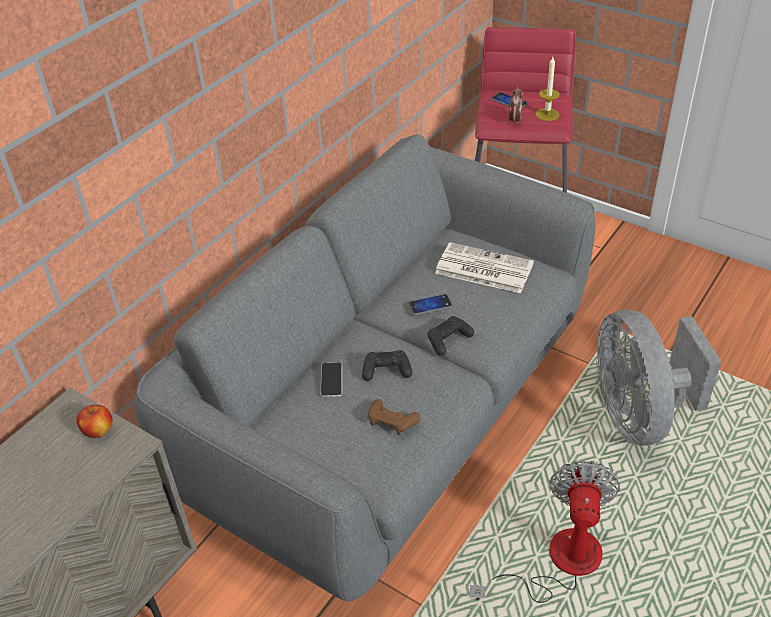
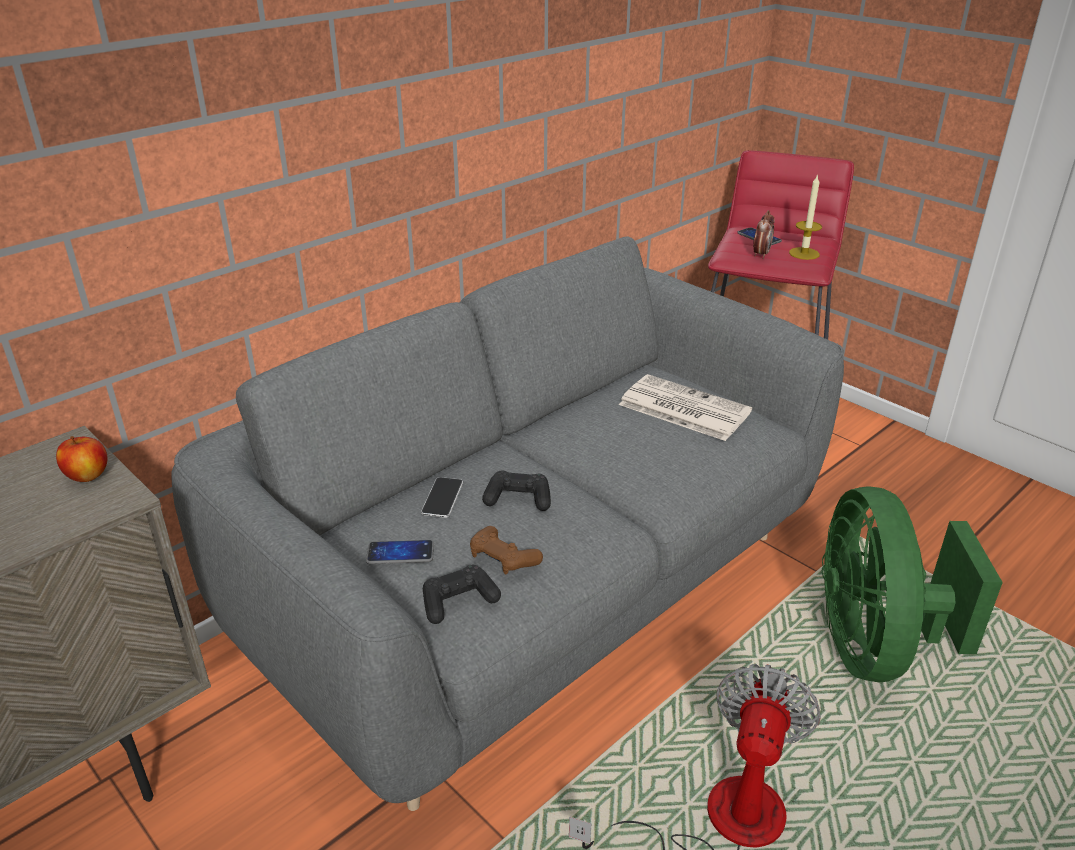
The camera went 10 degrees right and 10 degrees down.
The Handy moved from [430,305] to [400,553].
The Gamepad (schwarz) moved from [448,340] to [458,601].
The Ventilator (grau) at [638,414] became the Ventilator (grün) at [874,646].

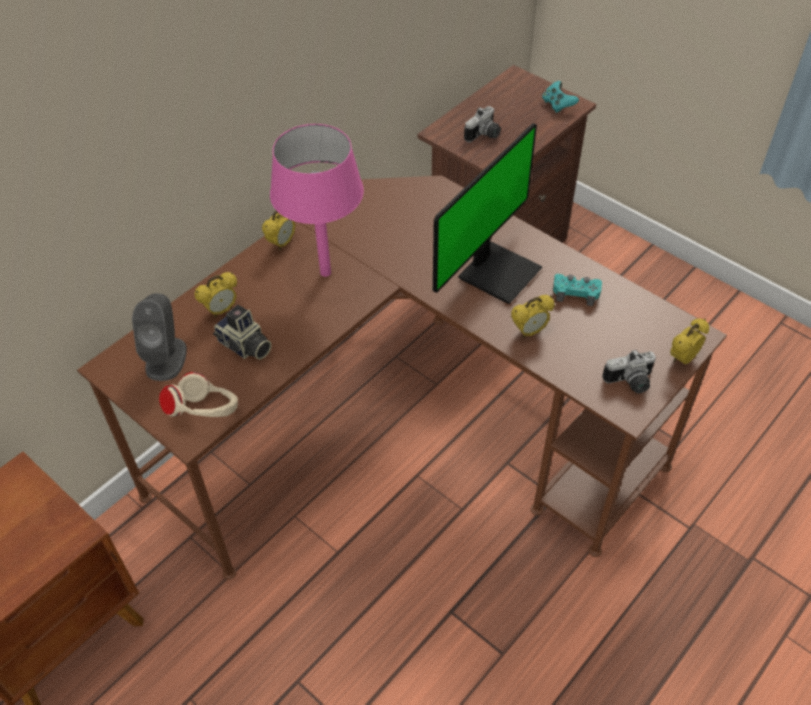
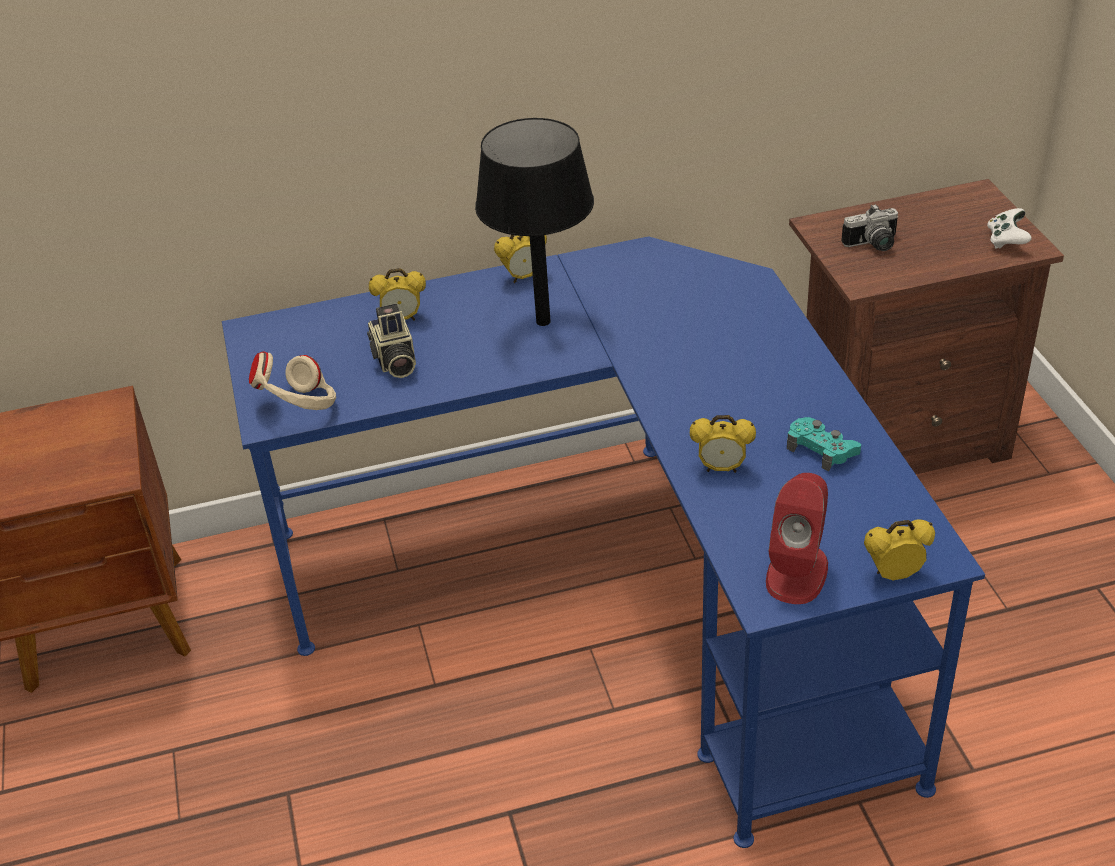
The camera went 35 degrees right and 10 degrees down.
The Lautsprecher (grau) at [166,358] disappeared.
The Monitor at [497,271] disappeared.
The Kamera at [630,383] was replaced by the Lautsprecher (rot) at [797,572].
The Schreibtisch (braun) at [404,431] became the Schreibtisch (blau) at [612,593].
The Tischlampe (rosa) at [325,272] became the Tischlampe (schwarz) at [543,321].
The Gamepad (türkis) at [557,105] became the Gamepad (weiß) at [1006,240].

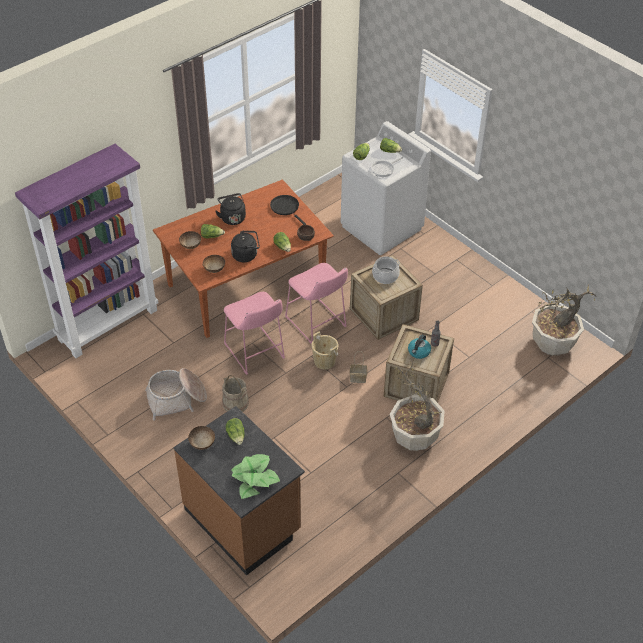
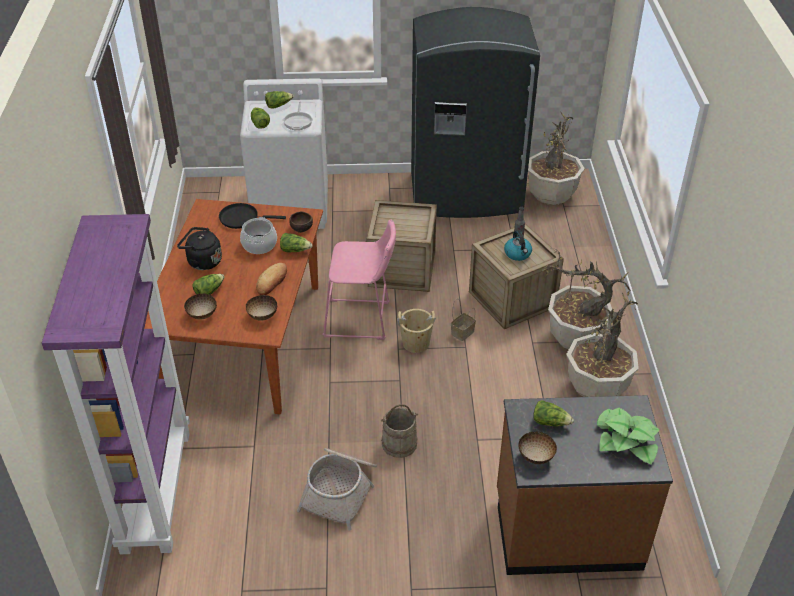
The camera went 50 degrees left and 5 degrees down.
The Hocker (rosa) at [255,353] disappeared.
The Kühlschrank (grau) at [466,195] appeared.
The Topfpflanze at [597,388] appeared.
The Kochtopf moved from [385,276] to [259,245].
The Wasserkessel (schwarz) at [246,255] was replaced by the Brot at [272,281].

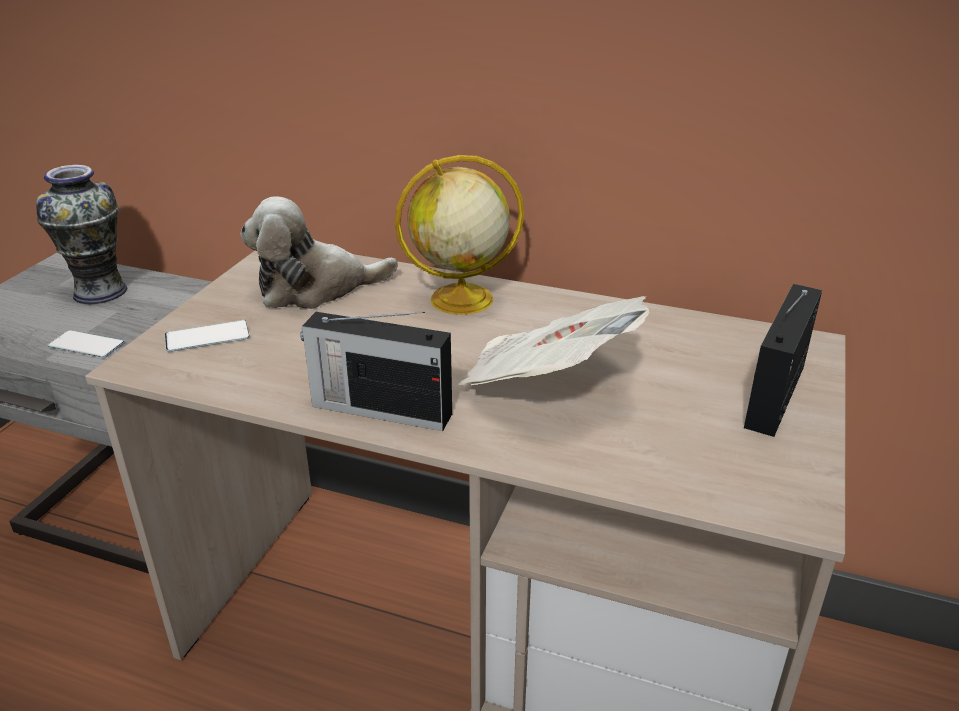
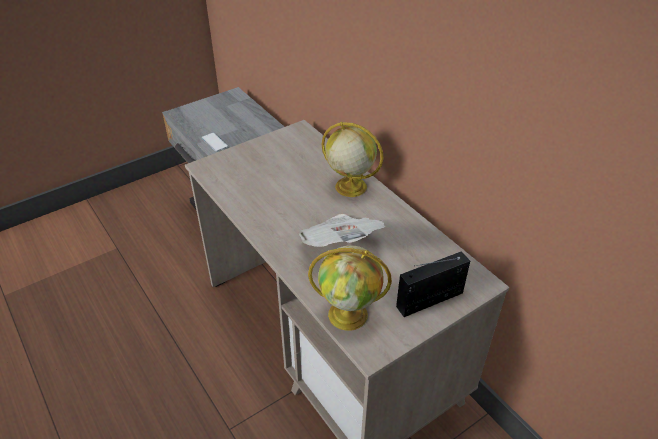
The camera went 35 degrees right and 10 degrees up.
The Vase at [100,292] disappeared.
The Handy at [207,336] disappeared.
The Plüschtier at [315,288] disappeared.
The Radio at [379,409] disappeared.
The Globus at [349,314] appeared.

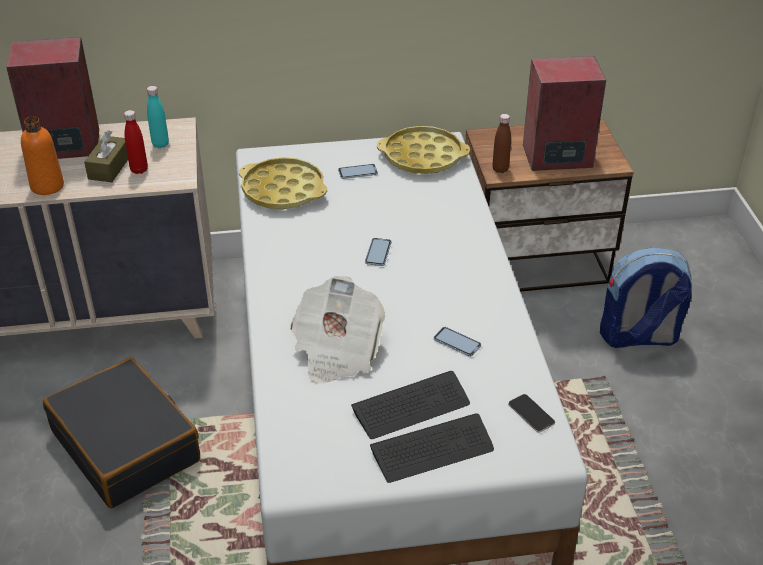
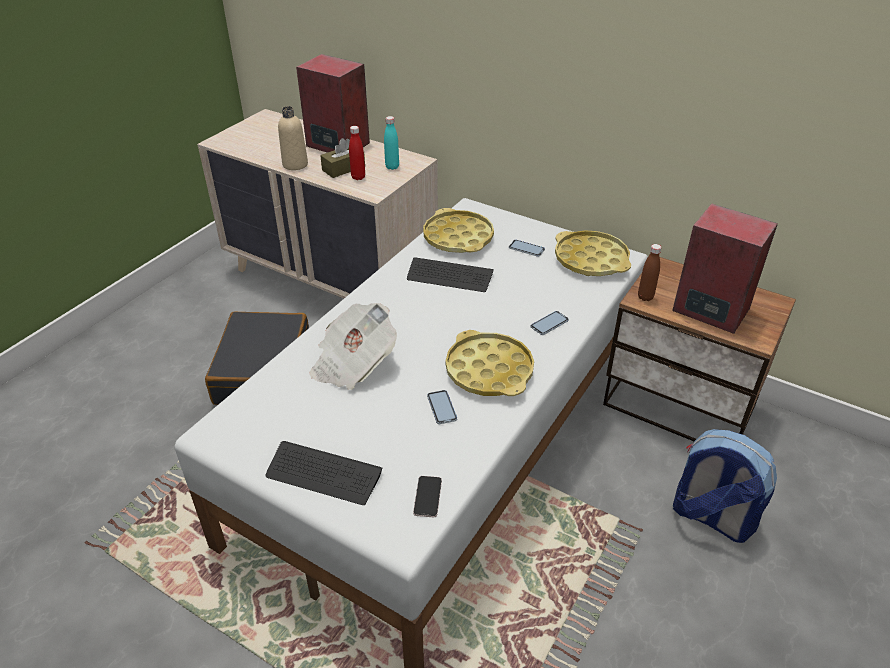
The camera went 40 degrees right and 0 degrees up.
The Tablett (gelb) at [489,370] appeared.
The Tastatur moved from [411,406] to [449,276].
The Handy moved from [378,253] to [549,324].
The Flasche (orange) at [47,186] became the Flasche (beige) at [295,164].

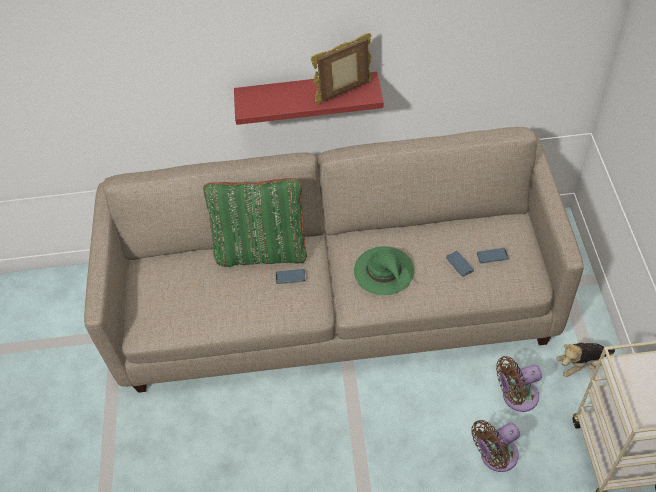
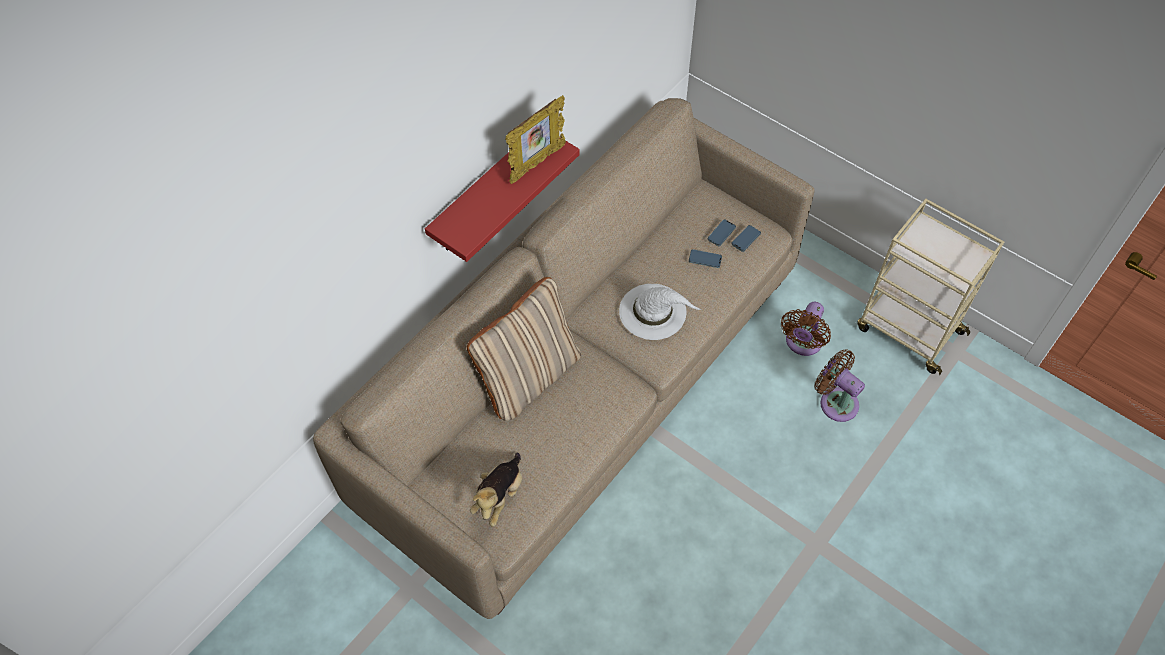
The camera went 50 degrees left and 5 degrees up.
The Handy moved from [290,277] to [745,239].
The Plüschtier moved from [582,364] to [499,496].
The Kissen (grün) at [262,250] became the Kissen (beige) at [528,377].
The Hut (grün) at [384,271] became the Hut (weiß) at [654,311].
The Bilderrahmen at [344,93] turned 150 degrees counterclockwise.
The Ventilator (braun) at [495,456] turned 120 degrees clockwise.

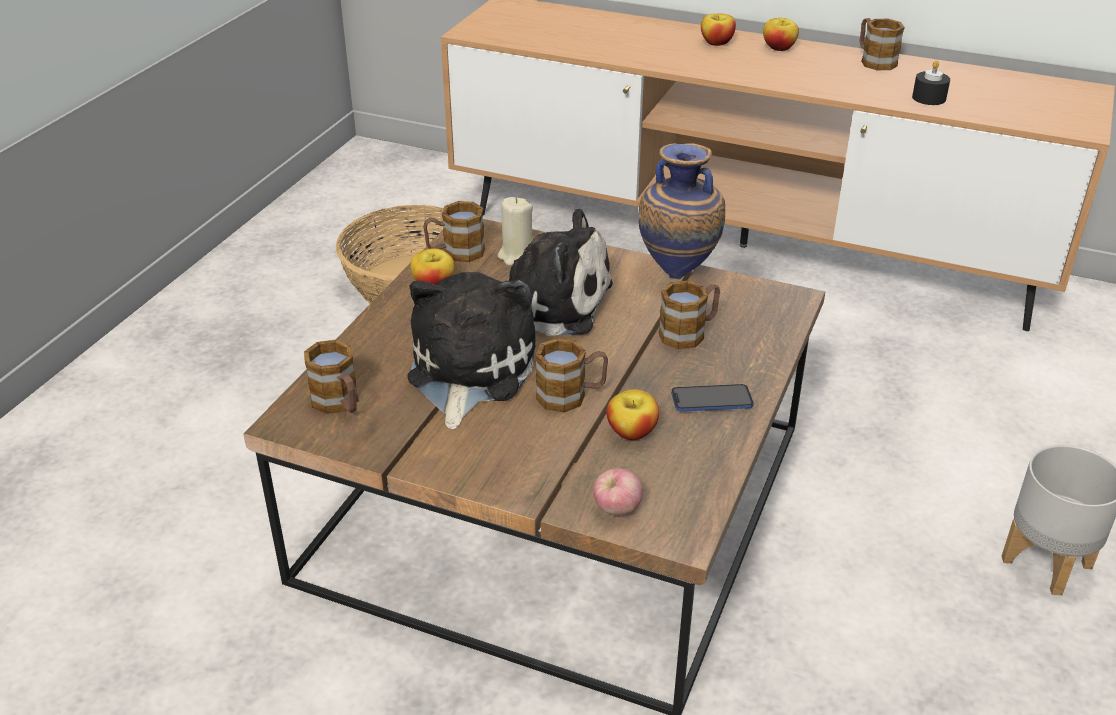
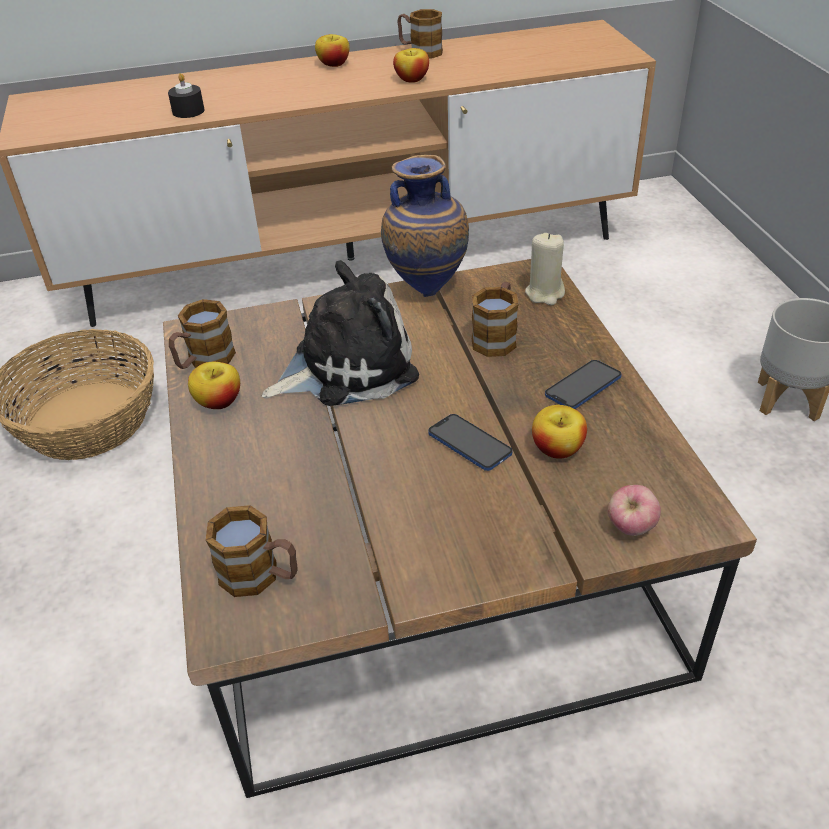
The camera went 35 degrees left and 5 degrees up.
The Plüschtier at [468,371] disappeared.
The Kerze (beige) moved from [517,255] to [545,293].
The Apfel moved from [716,42] to [412,79].
The Kerze (schwarz) moved from [929,98] to [188,111].
The Henkelbecher at [571,395] was replaced by the Handy at [469,444].

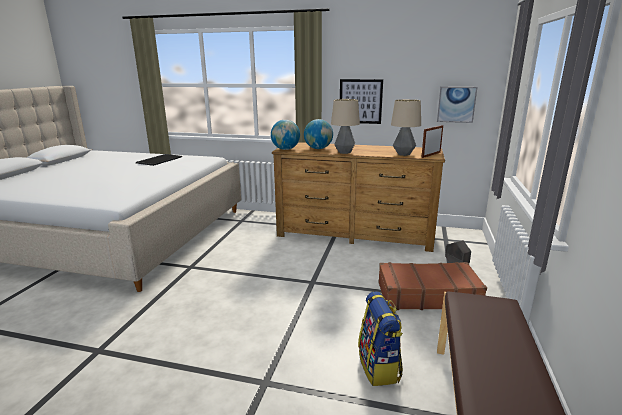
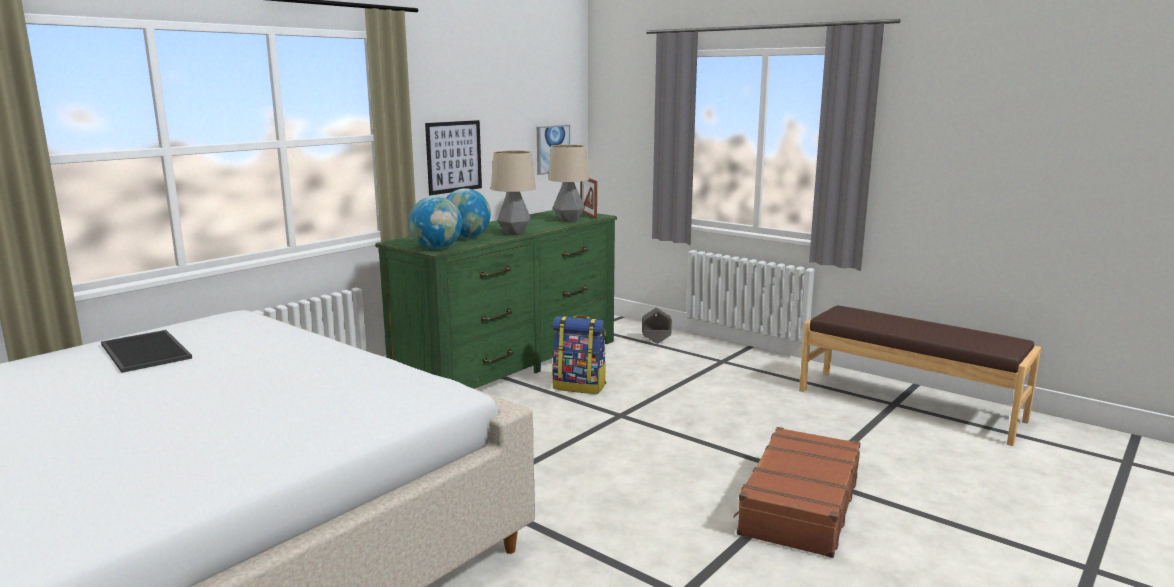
The camera went 65 degrees left and 5 degrees down.
The Rucksack moved from [379,367] to [580,386].
The Koffer (braun) moved from [427,295] to [799,505].
The Kommode (braun) at [355,234] became the Kommode (grün) at [510,363].

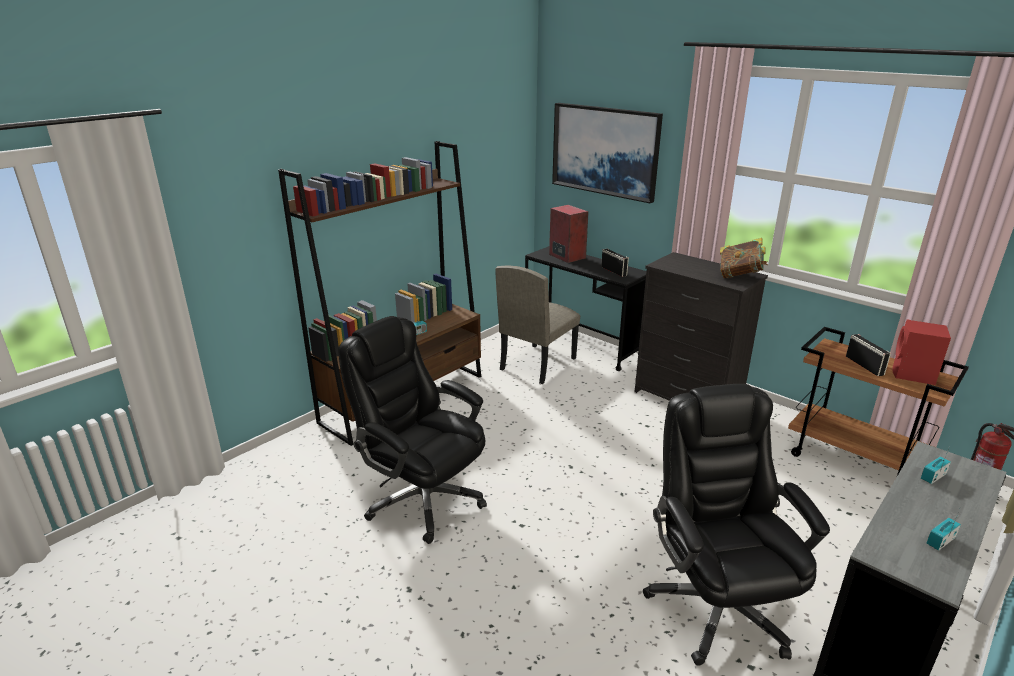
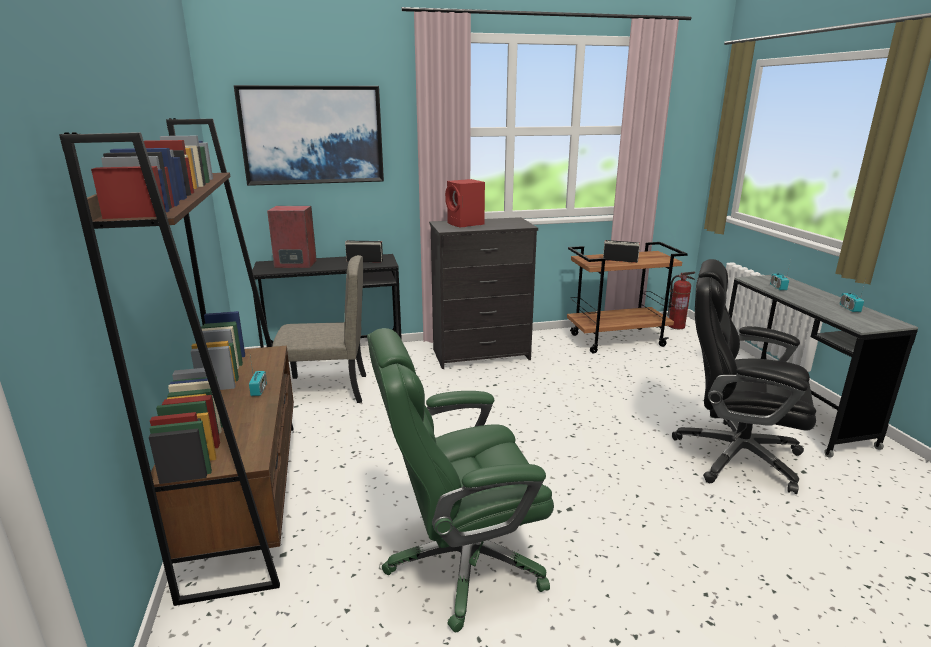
The camera went 55 degrees left and 5 degrees down.
The Buch at [740,276] disappeared.
The Lautsprecher (rot) moved from [913,375] to [466,224].
The Bürostuhl (schwarz) at [423,499] became the Bürostuhl (grün) at [462,562].
The Stuhl (beige) at [537,363] turned 75 degrees counterclockwise.

